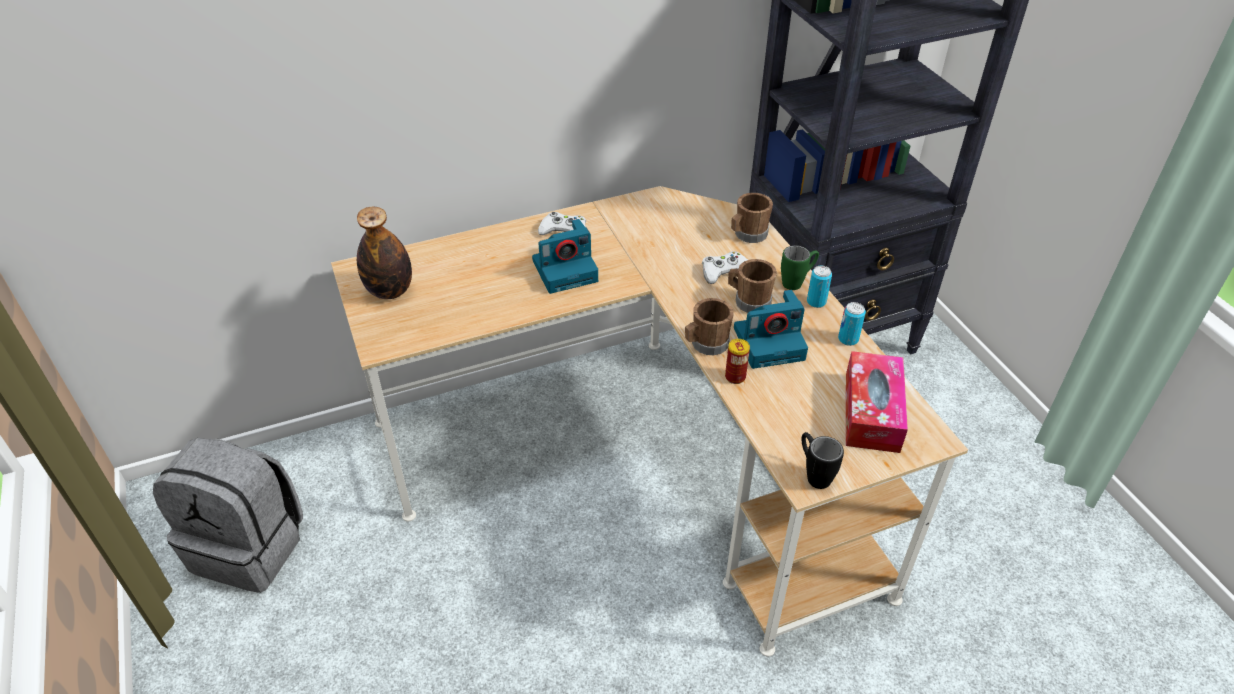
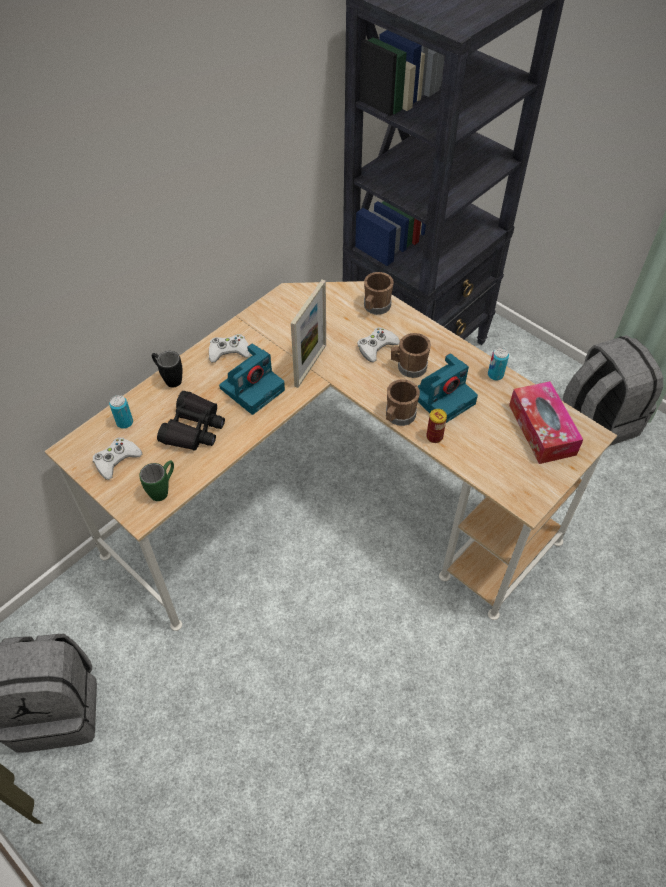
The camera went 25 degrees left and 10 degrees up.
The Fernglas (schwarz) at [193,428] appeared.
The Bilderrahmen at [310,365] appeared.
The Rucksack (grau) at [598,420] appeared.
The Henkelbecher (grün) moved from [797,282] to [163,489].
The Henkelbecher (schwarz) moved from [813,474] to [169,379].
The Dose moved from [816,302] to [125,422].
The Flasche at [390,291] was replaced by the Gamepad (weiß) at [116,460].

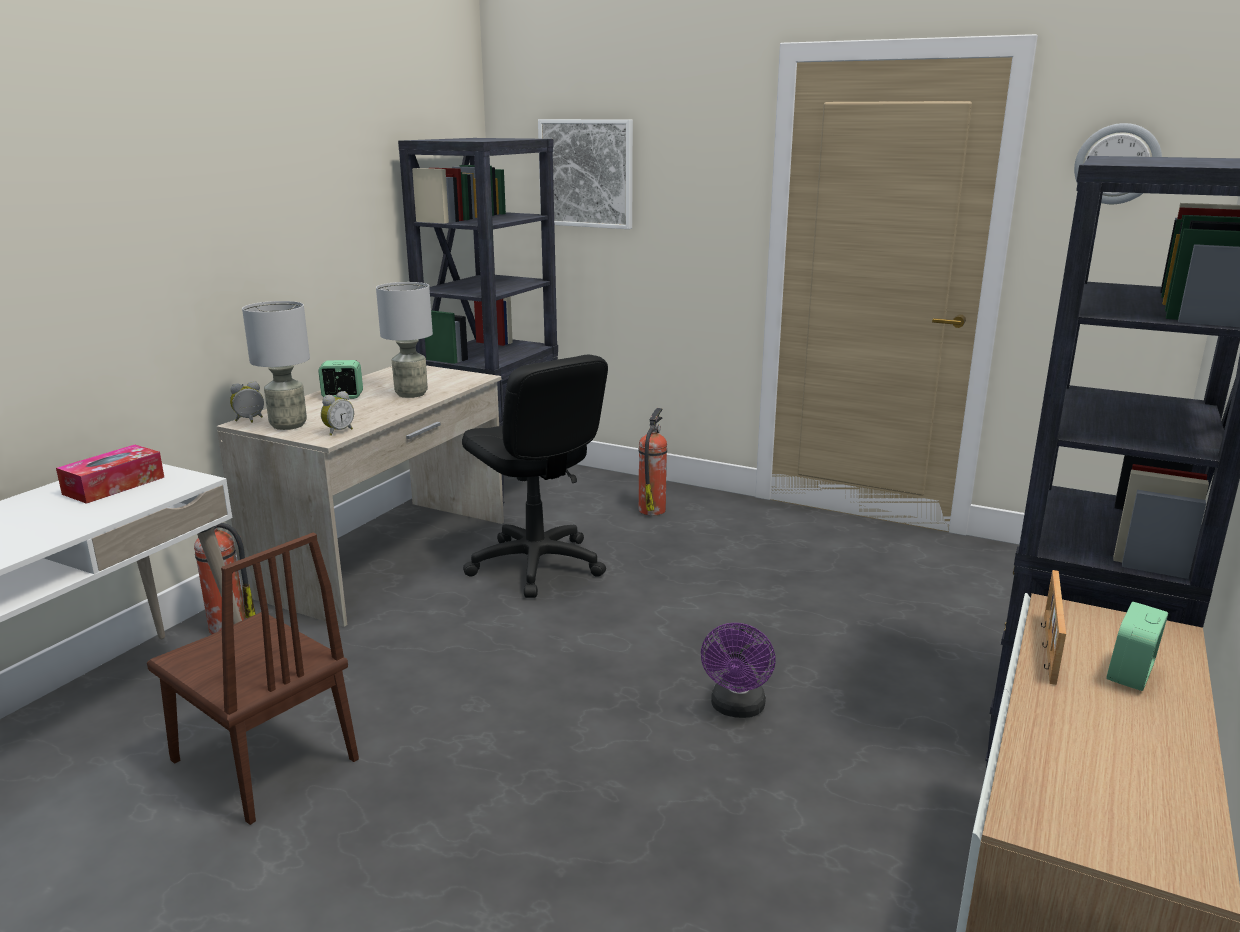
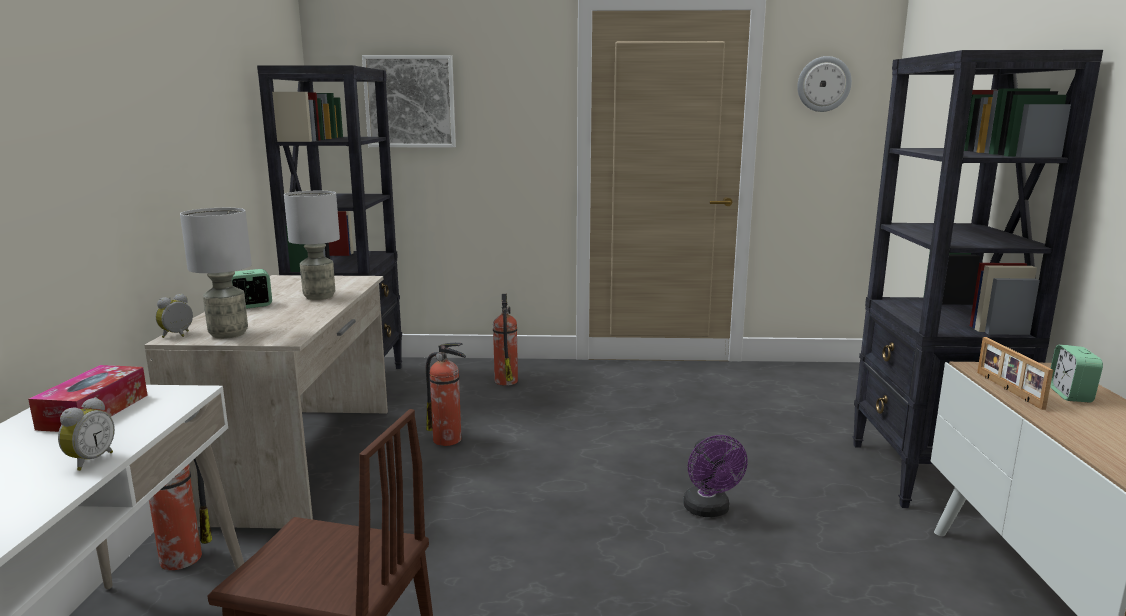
The camera went 25 degrees left and 5 degrees down.
The Wecker moved from [338,431] to [89,461].
The Bürostuhl (schwarz) at [536,565] was replaced by the Feuerlöscher at [448,440].

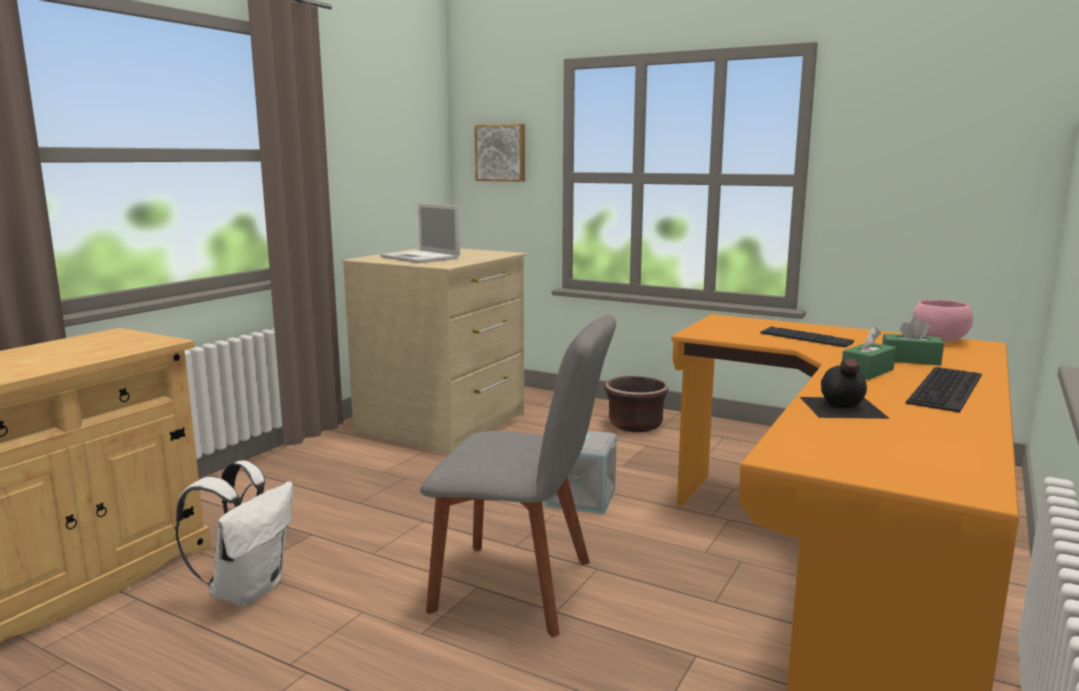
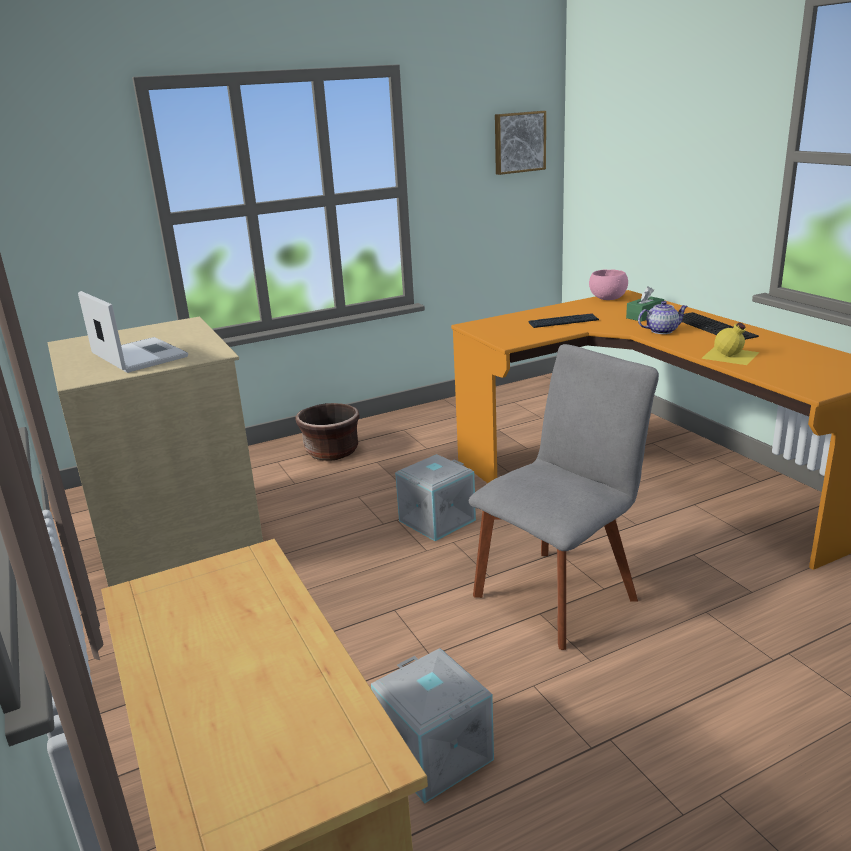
The camera went 55 degrees left and 10 degrees up.
The Bild moved from [501,152] to [519,142].
The Rucksack (weiß) at [247,590] was replaced by the Aufbewahrungsbox (grau) at [432,754].
The Taschentuchbox (grün) at [867,372] was replaced by the Teekanne at [661,331].
The Flasche (schwarz) at [841,407] became the Flasche (gelb) at [730,355].
The Laptop at [421,258] turned 120 degrees counterclockwise.

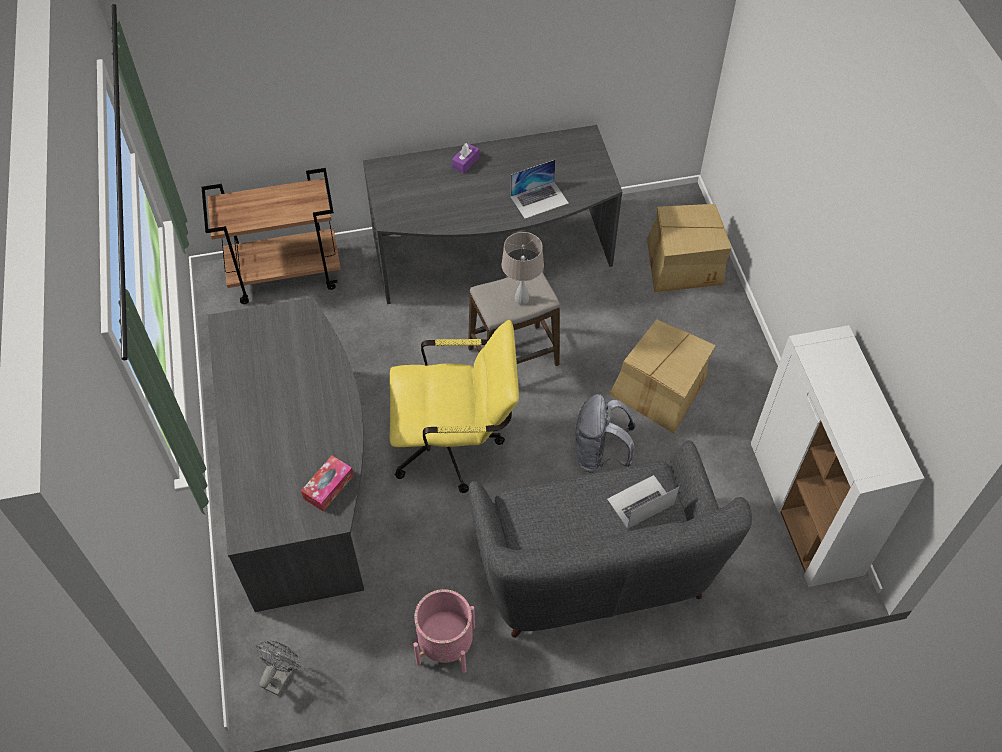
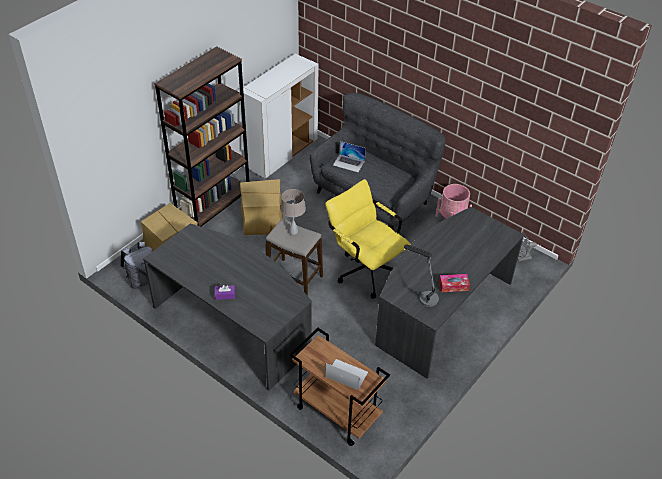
The camera went 130 degrees left and 10 degrees down.
The Bücherregal (braun) at [213,205] appeared.
The Tischlampe at [423,296] appeared.
The Taschentuchbox moved from [328,487] to [453,286].
The Laptop moved from [539,199] to [346,374].
The Rucksack (grau) moved from [599,455] to [142,280].

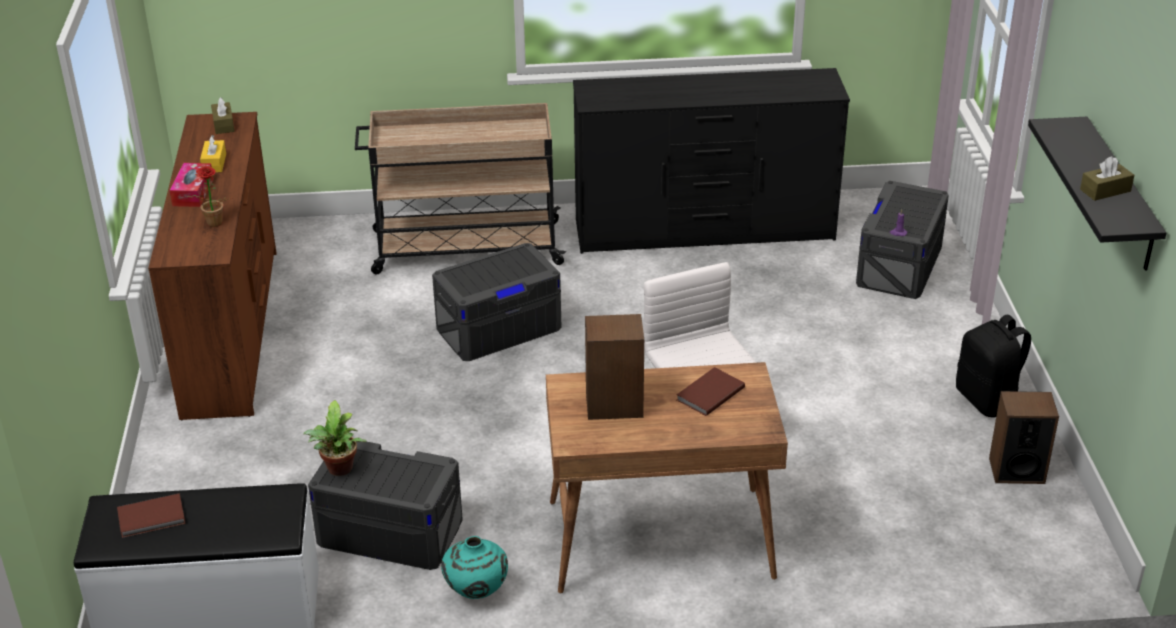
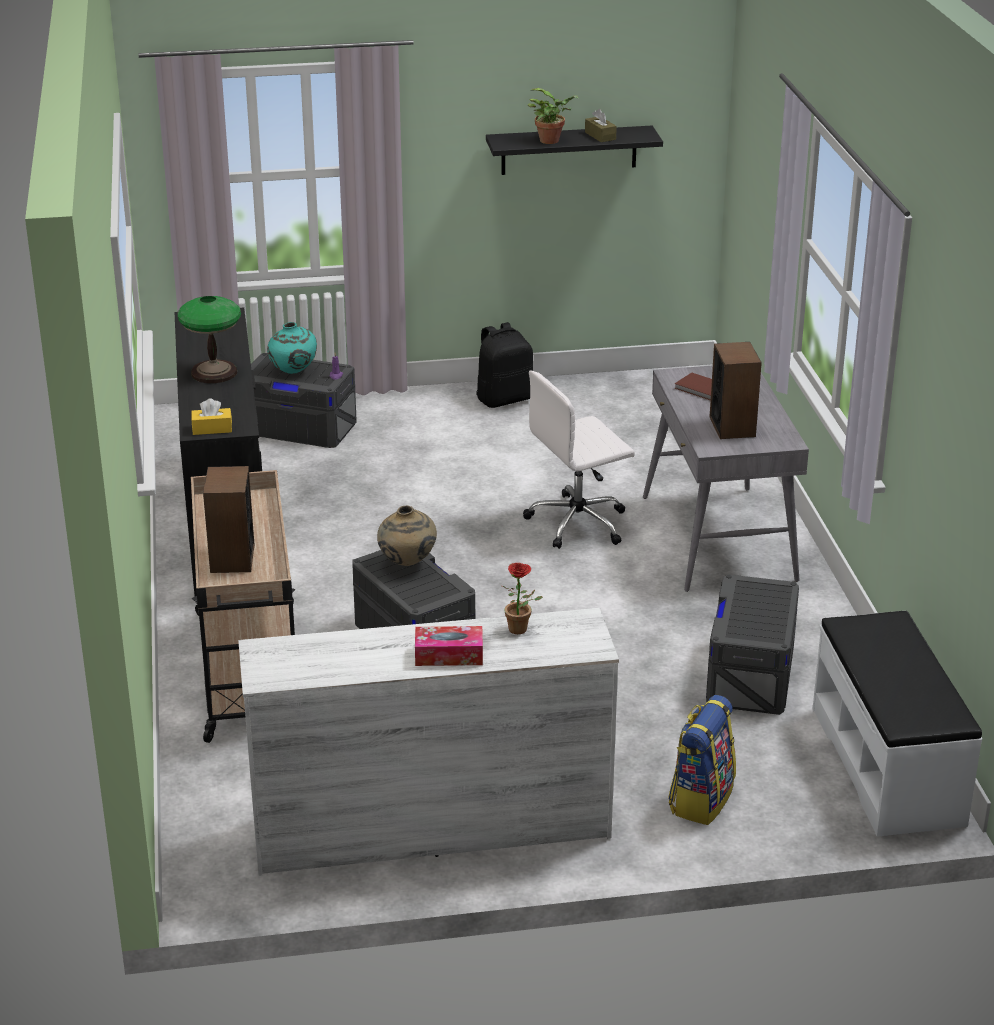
The camera went 95 degrees left and 5 degrees down.
The Buch (braun) at [152,518] disappeared.
The Taschentuchbox (braun) at [223,124] disappeared.
The Tischlampe at [213,373] appeared.
The Vase (beige) at [407,564] appeared.
The Rucksack at [700,799] appeared.
The Taschentuchbox (gelb) moved from [214,163] to [212,429].
The Topfpflanze moved from [339,470] to [552,140].
The Vase (türkis) moved from [476,593] to [293,373].
The Lautsprecher moved from [1016,470] to [232,558].
The Kommode (braun) at [233,330] became the Kommode (weiß) at [429,828].
The Schreibtisch (braun) at [659,541] became the Schreibtisch (grau) at [719,538].

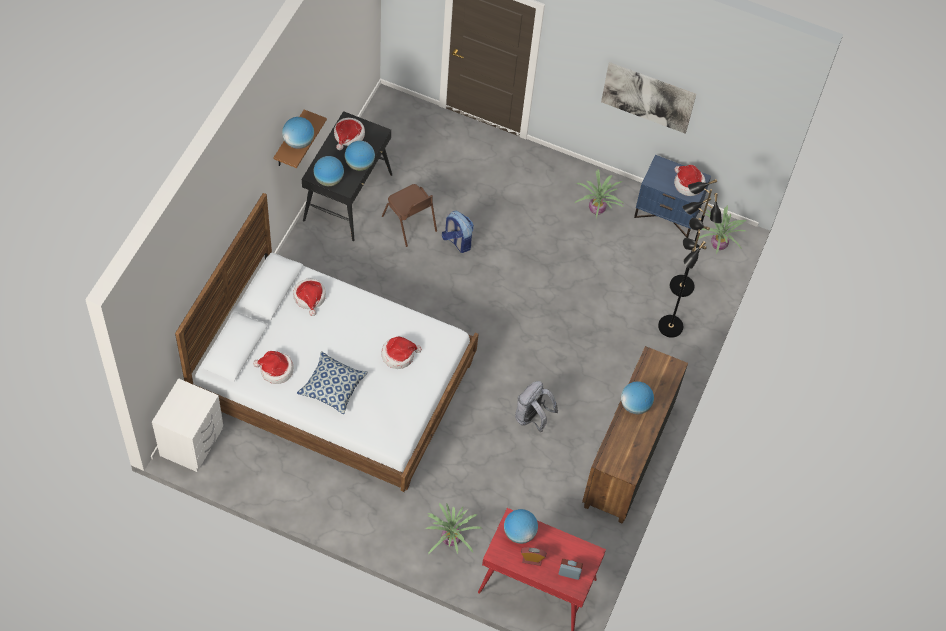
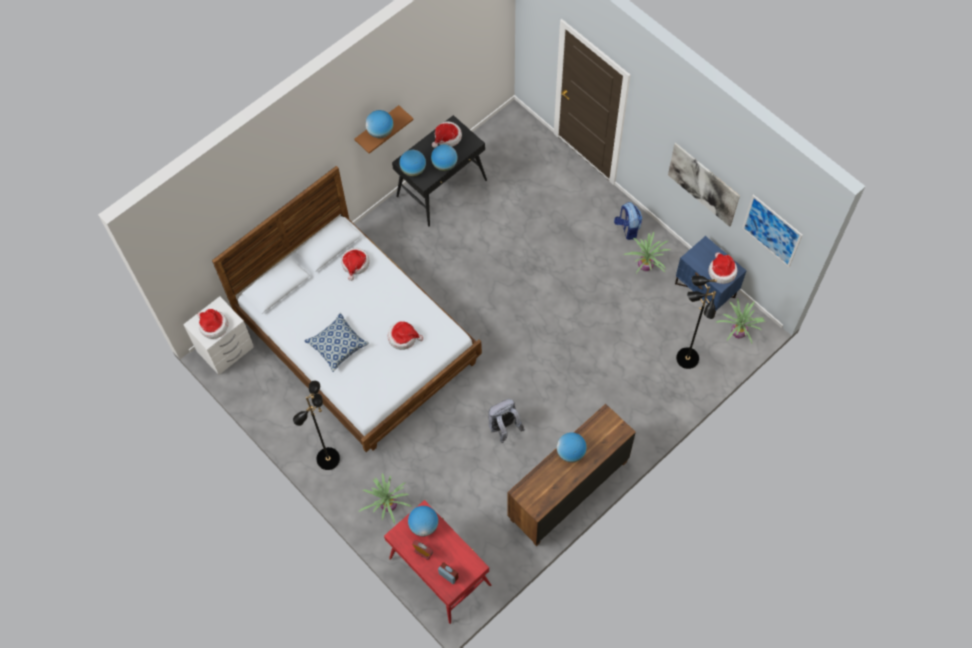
The camera went 30 degrees right and 5 degrees up.
The Stuhl (braun) at [410,224] disappeared.
The Bild at [771,231] appeared.
The Hut moved from [275,370] to [213,326].
The Rucksack moved from [457,241] to [627,228].
The Stehlampe (schwarz) moved from [669,326] to [327,458].

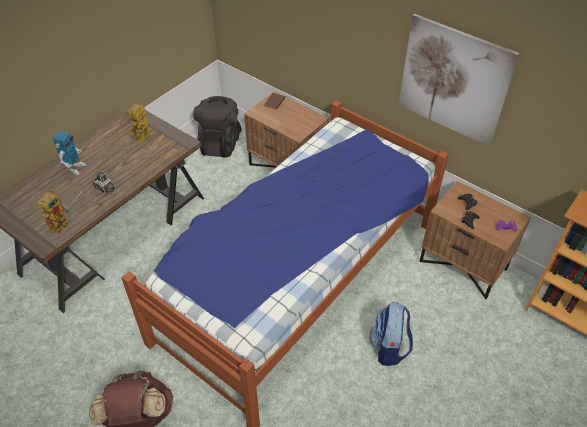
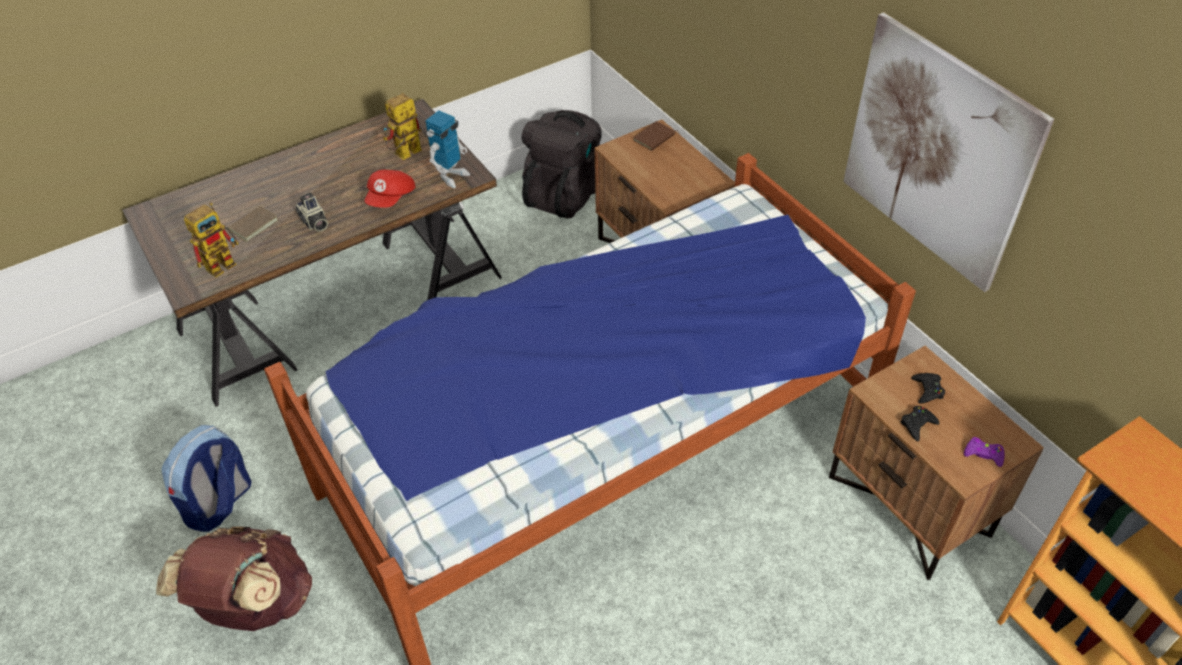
The camera went 20 degrees right and 0 degrees up.
The Kappe (rot) at [391,198] appeared.
The Spielzeugroboter moved from [75,168] to [451,176].
The Rucksack moved from [389,347] to [220,504].

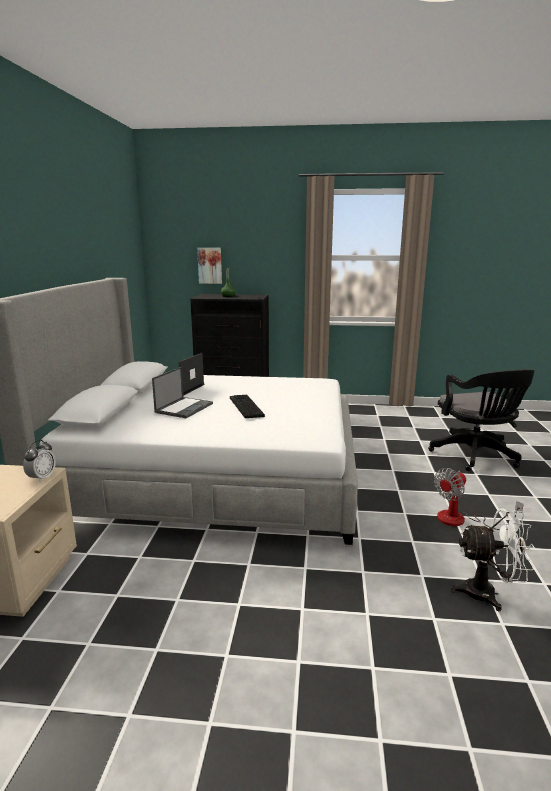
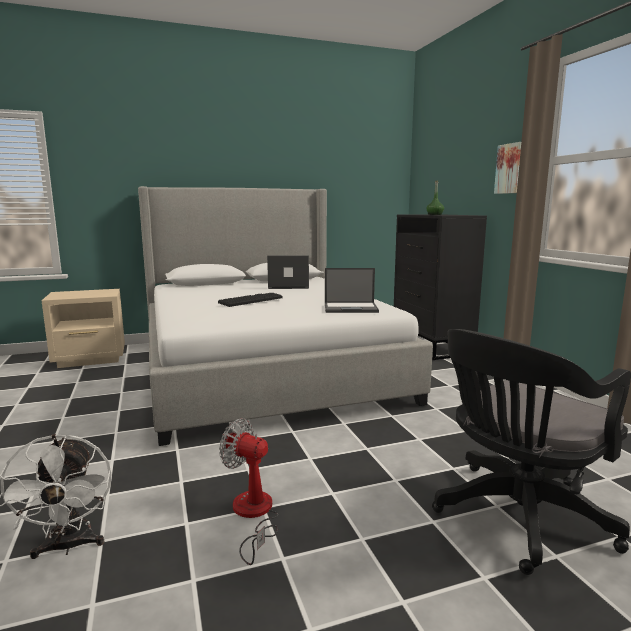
The camera went 65 degrees right and 5 degrees down.
The Wecker at [42,478] disappeared.
The Laptop moved from [184,408] to [351,308].
The Bild moved from [210,265] to [510,168].

